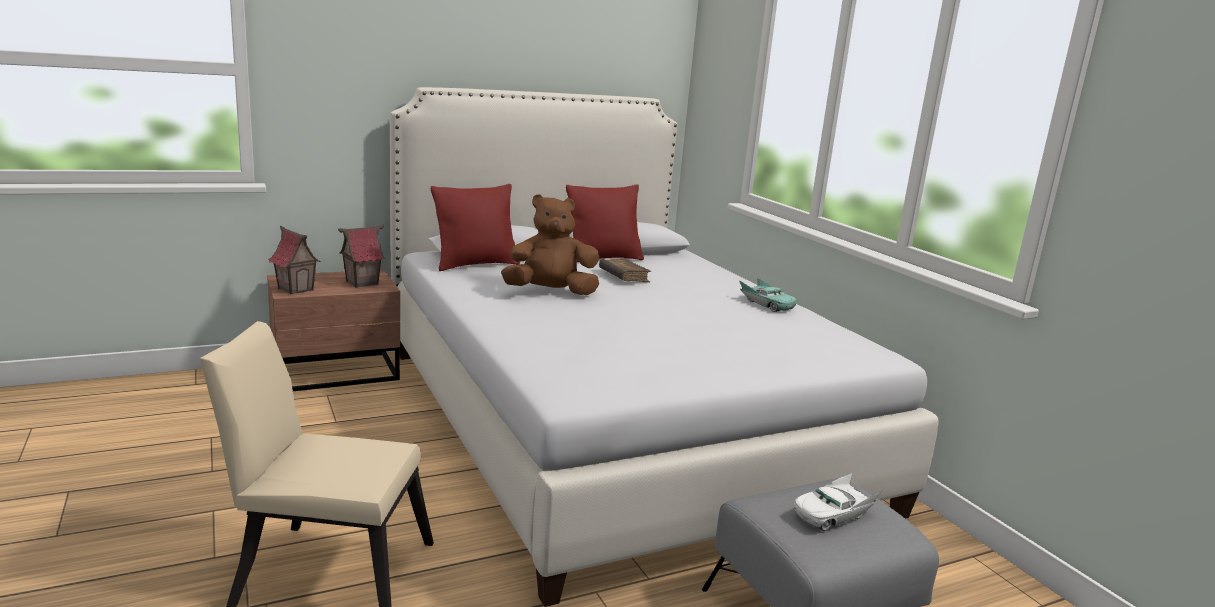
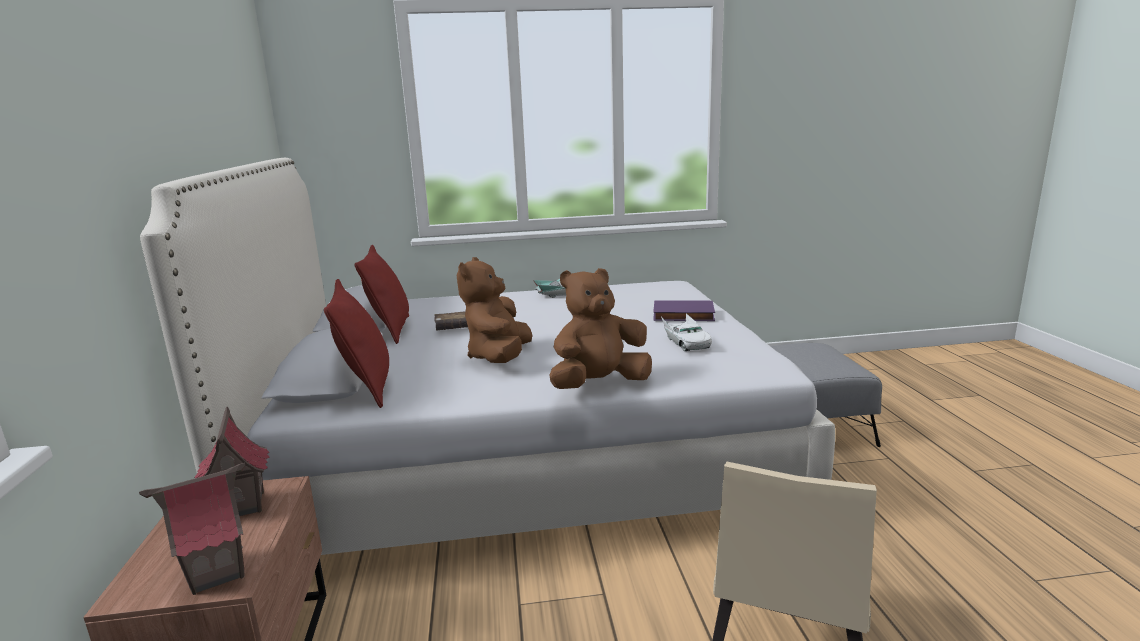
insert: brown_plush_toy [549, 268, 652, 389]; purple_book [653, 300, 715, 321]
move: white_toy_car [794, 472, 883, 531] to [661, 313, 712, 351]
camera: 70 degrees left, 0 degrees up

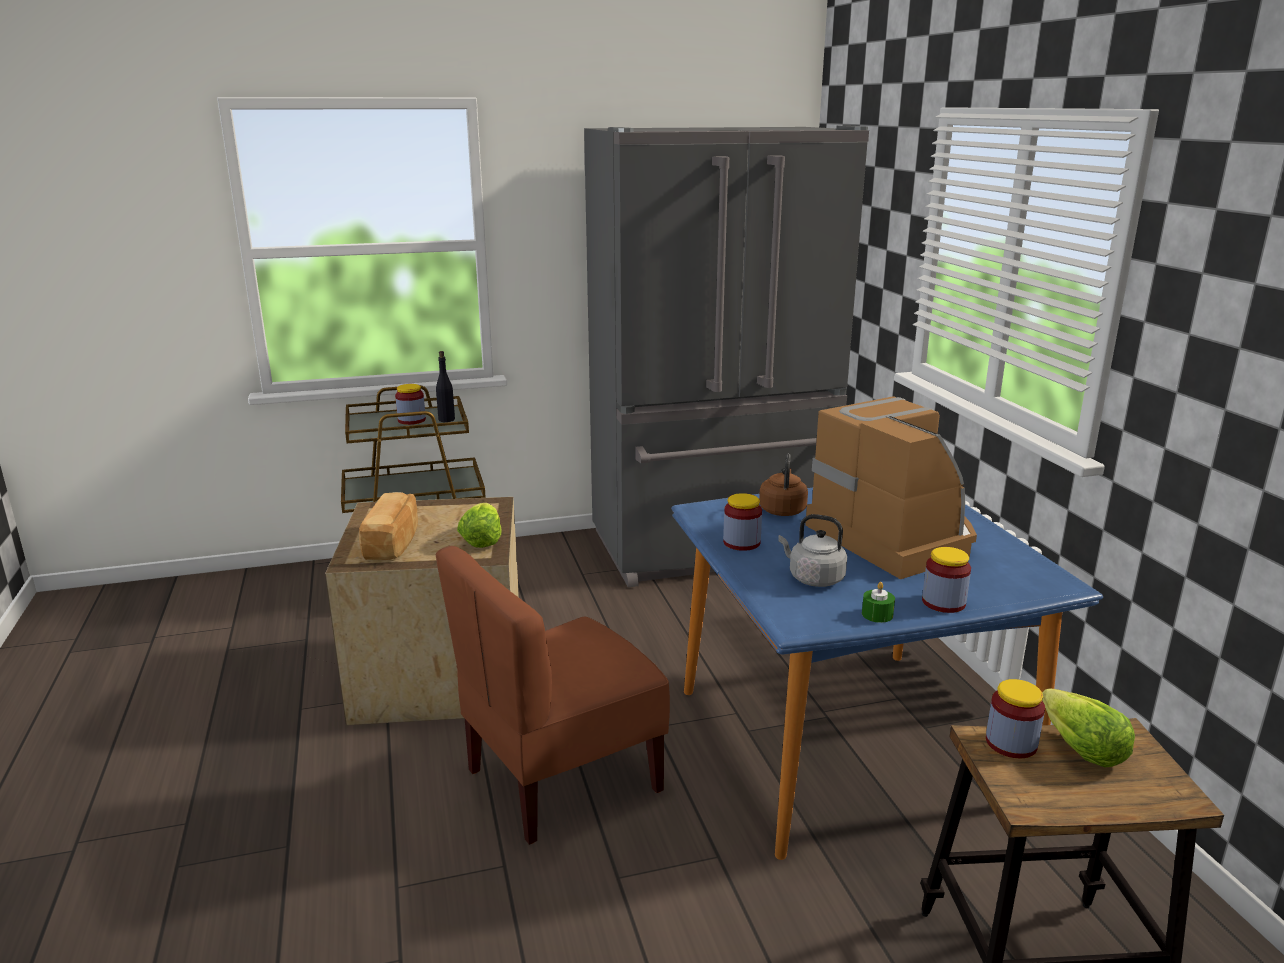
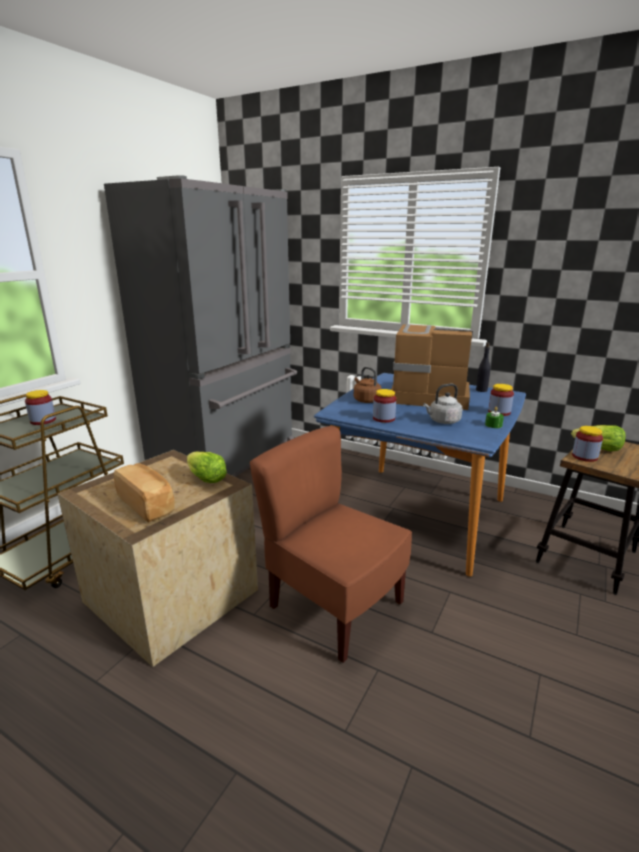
move: black_bottle [436, 351, 455, 422] to [476, 342, 490, 392]
rotate: brown_chair [436, 546, 670, 845] = [250, 426, 412, 663] 120 degrees clockwise
camera: 45 degrees left, 0 degrees up

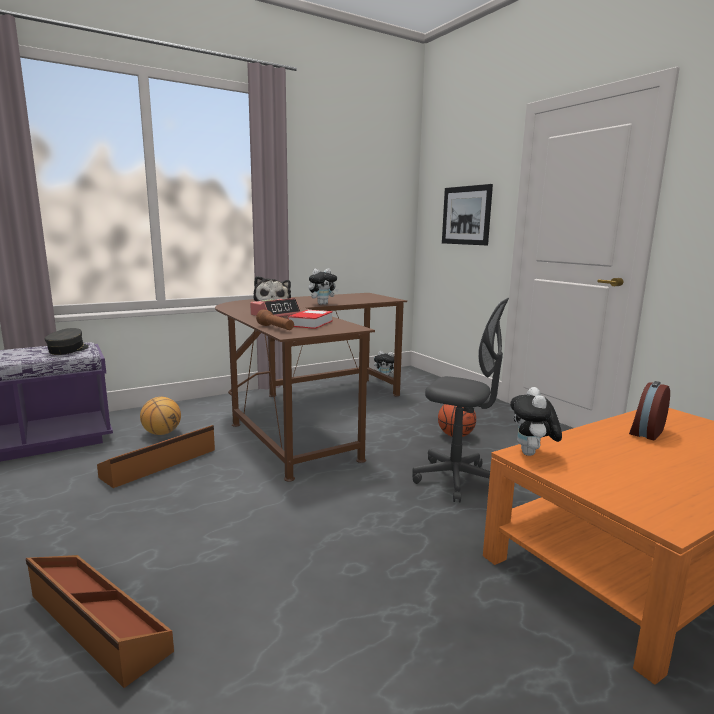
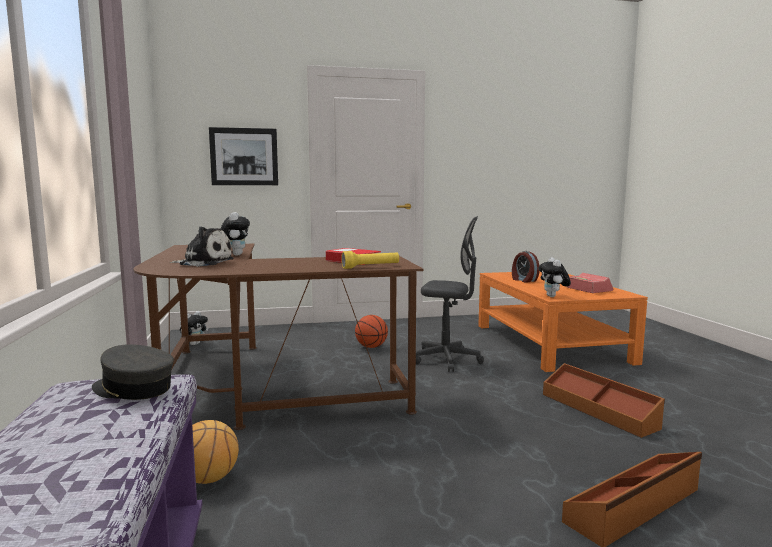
move: brown_storage_box [97, 425, 215, 488] to [543, 363, 665, 438]; alarm_clock [250, 298, 301, 317] to [567, 273, 613, 293]
recolor: brown_flashlight [256, 309, 294, 330] to yellow_flashlight [341, 251, 399, 269]
rotate: grey_office_chair [412, 298, 509, 503] = [416, 216, 484, 372] 60 degrees clockwise; plush_toy [510, 387, 562, 456] = [539, 257, 571, 297] 60 degrees clockwise
camera: 70 degrees left, 5 degrees down

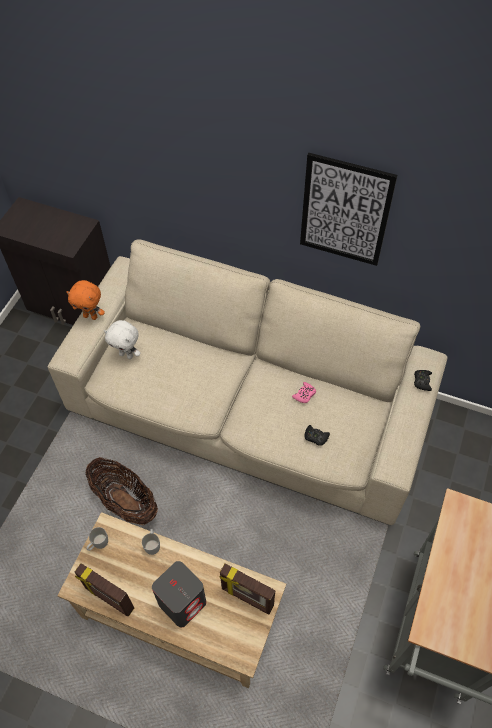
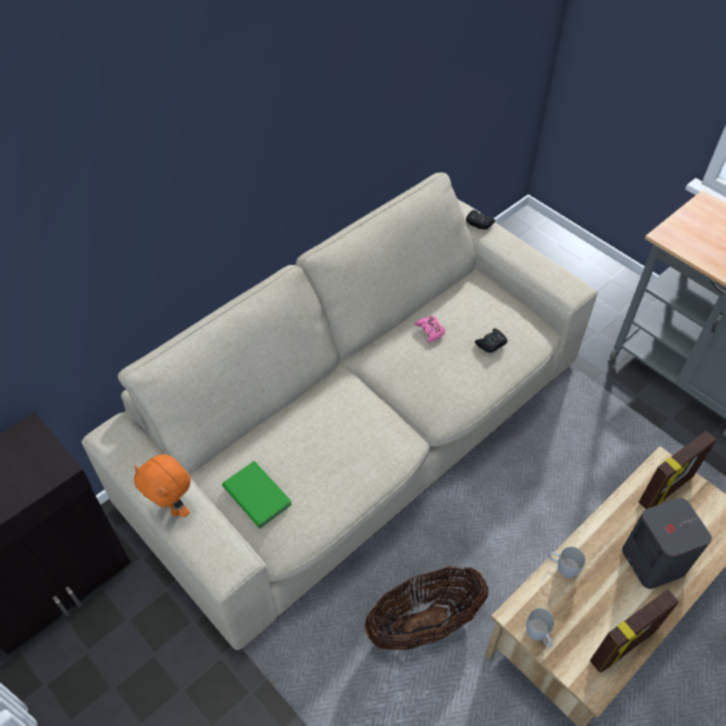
delete: picture [300, 153, 398, 266]
replace: white_plush_toy [104, 320, 141, 359] to green_book [222, 461, 292, 528]
rotate: orange_plush_toy [66, 280, 105, 320] = [134, 454, 191, 517] 90 degrees clockwise
camera: 65 degrees left, 5 degrees down

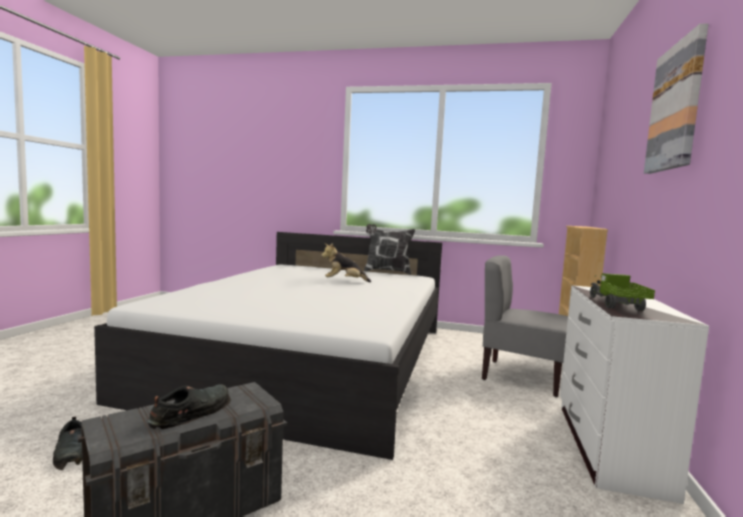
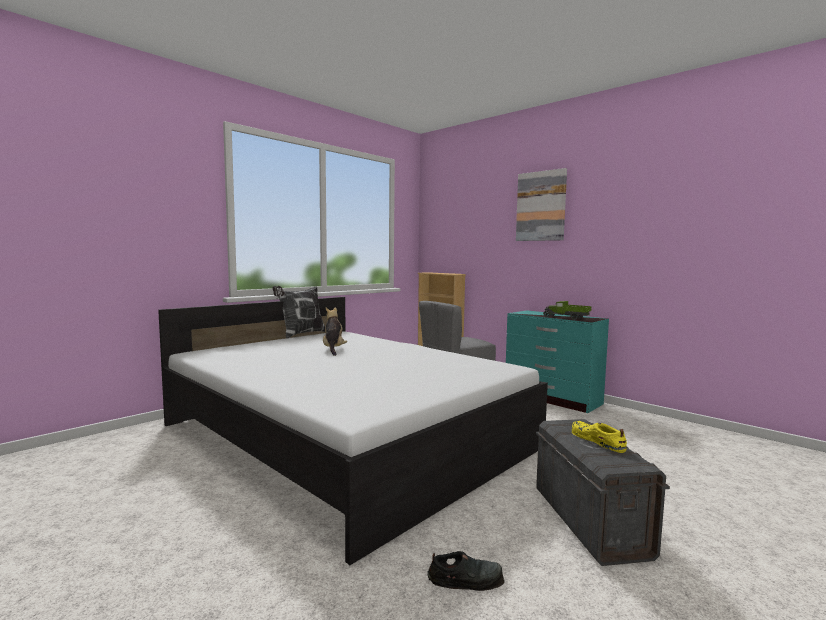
recolor: white_dresser [560, 285, 709, 504] to turquoise_dresser [506, 310, 609, 413]; black_shoe [148, 384, 231, 429] to yellow_shoe [572, 421, 627, 453]
rotate: plush_toy [321, 243, 371, 282] = [323, 308, 347, 356] 150 degrees clockwise
camera: 60 degrees left, 0 degrees up

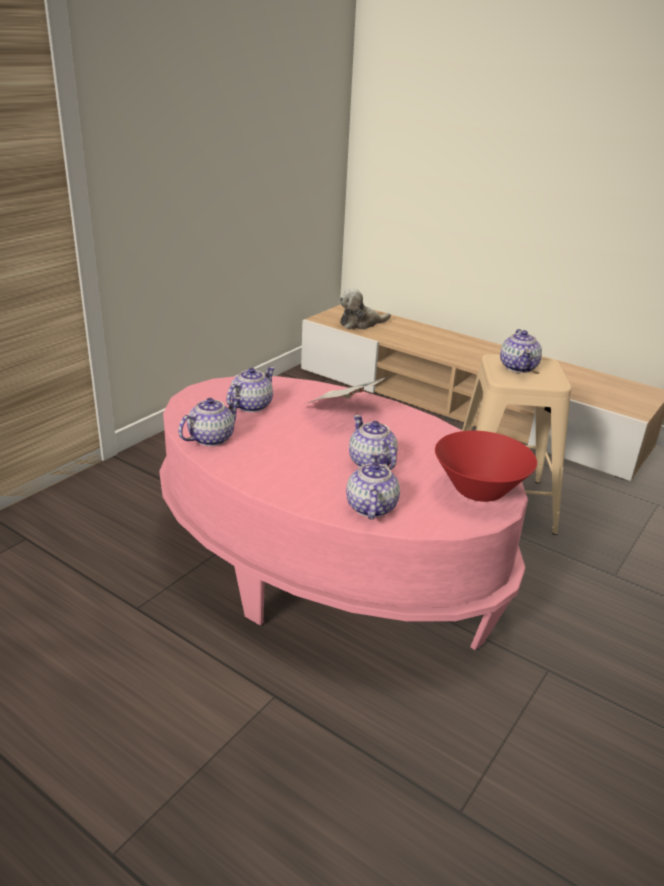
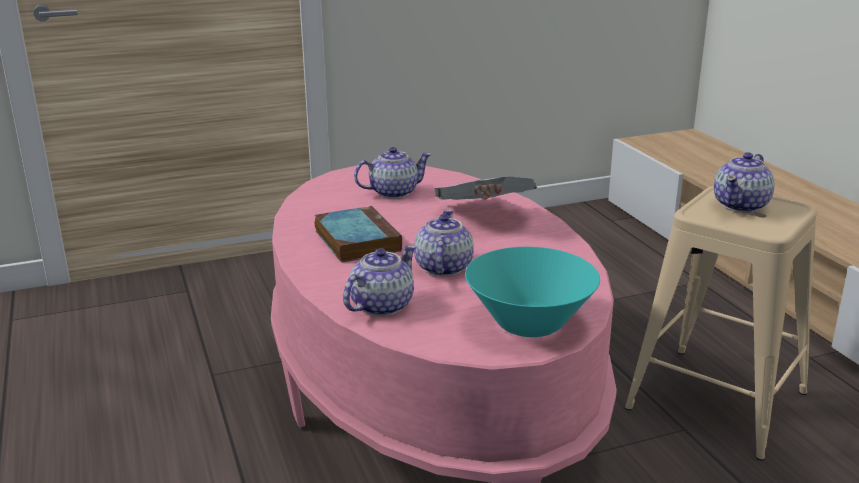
delete: teapot [178, 397, 241, 446]; plush_toy [339, 288, 391, 330]
insert: book [315, 206, 402, 263]
recolor: red_bowl [435, 431, 537, 502] to turquoise_bowl [465, 247, 600, 337]
camera: 35 degrees right, 5 degrees down

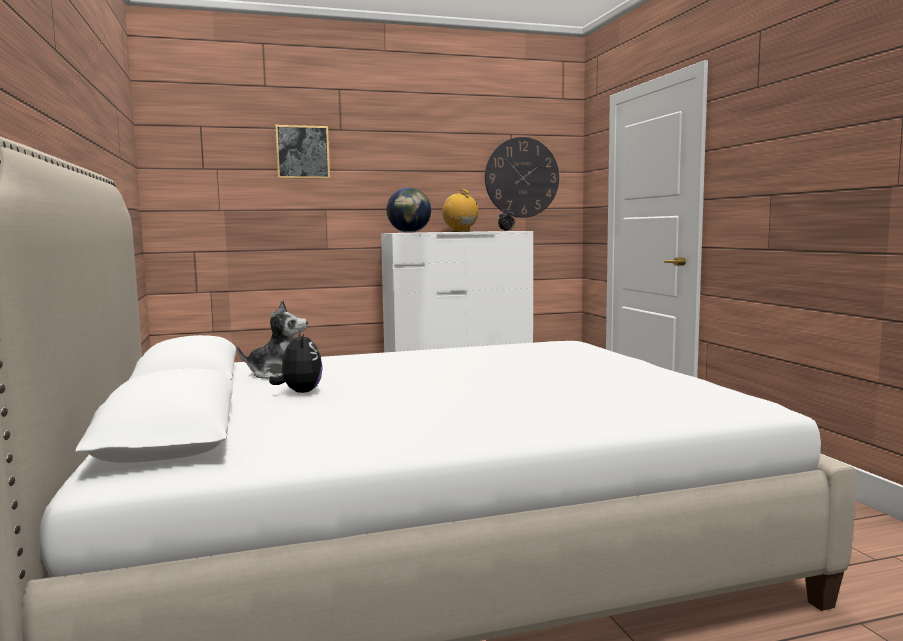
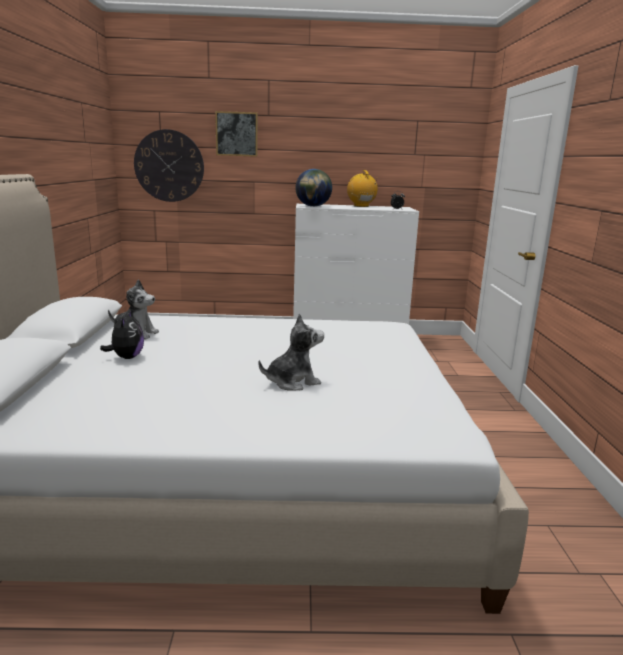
insert: plush_toy [258, 314, 324, 391]
move: wall_clock [485, 137, 559, 218] to [134, 129, 204, 202]
camera: 15 degrees right, 10 degrees up

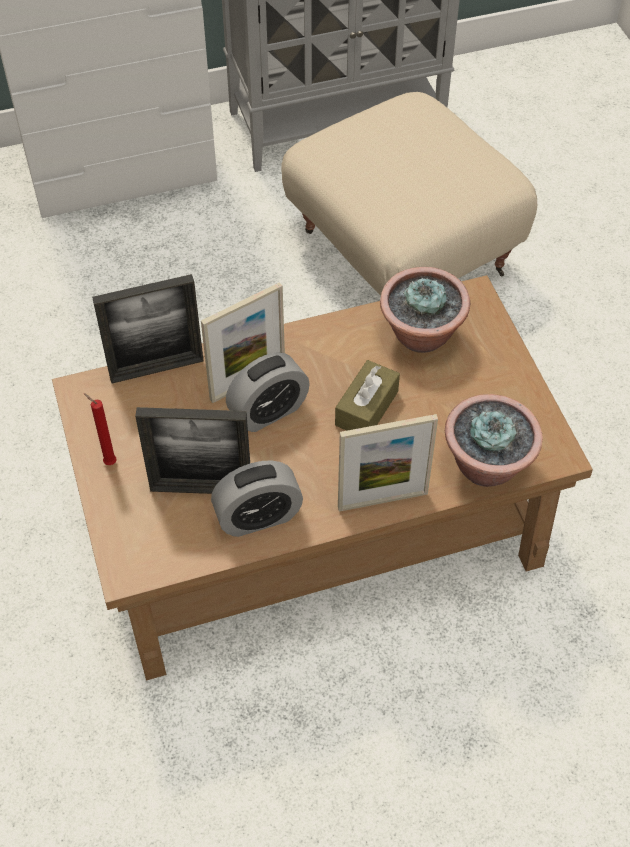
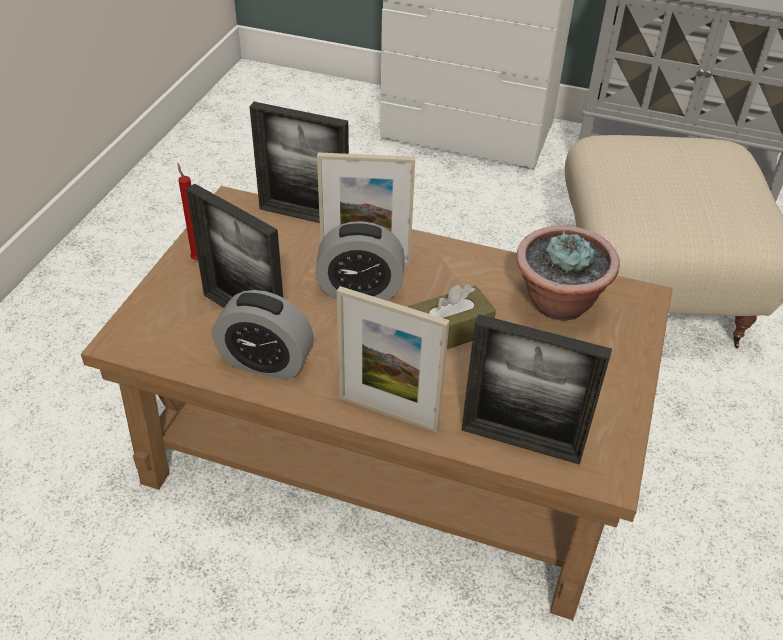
replace: potted_plant [445, 394, 543, 487] to picture_frame [461, 314, 612, 465]
camera: 35 degrees right, 10 degrees down

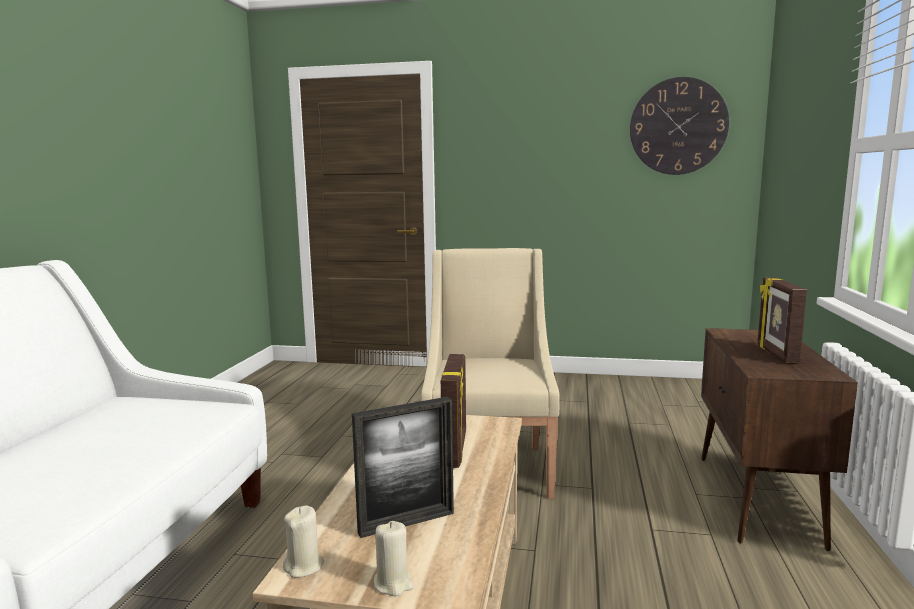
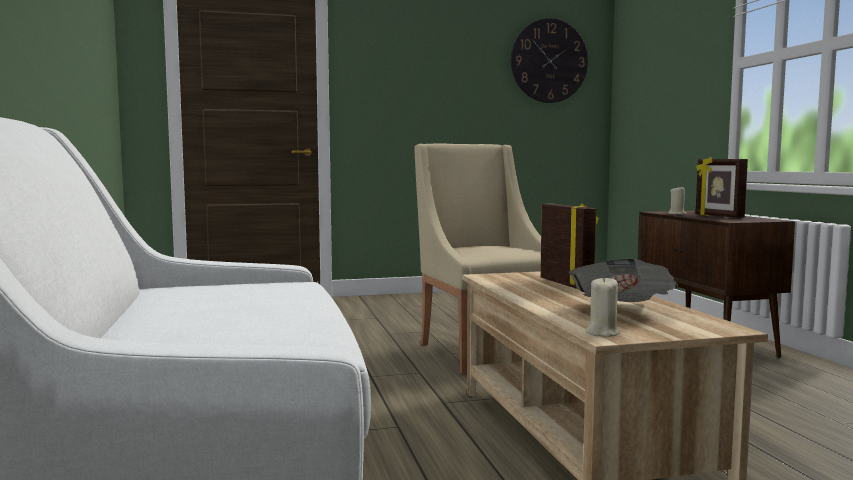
move: beige_candle [374, 521, 414, 596] to [668, 187, 687, 215]
replace: picture_frame [352, 397, 454, 538] to newspaper [569, 258, 678, 302]
camera: 25 degrees left, 5 degrees down

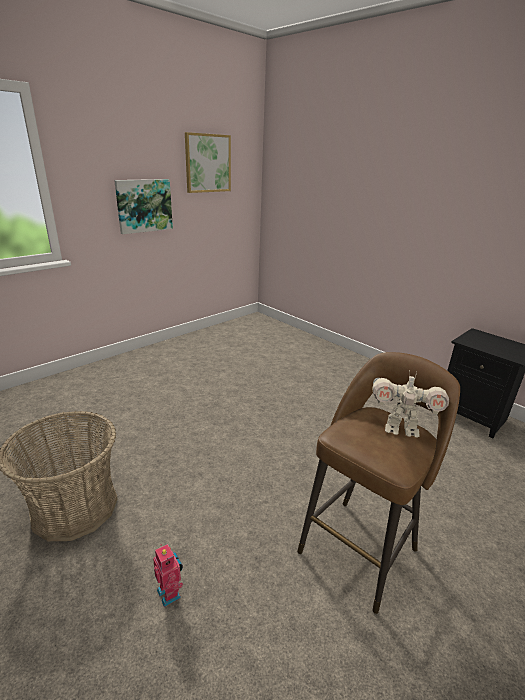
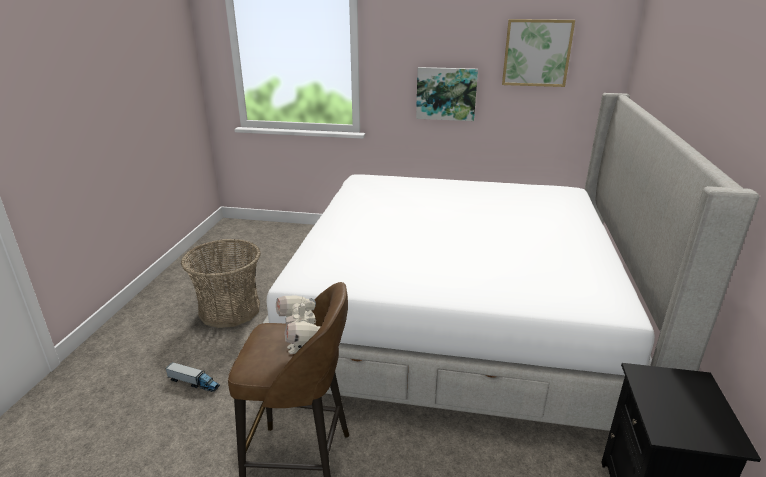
insert: bed [263, 93, 759, 431]
replace: toy_robot [153, 544, 183, 607] to toy_truck [165, 362, 220, 392]
camera: 55 degrees right, 0 degrees up

